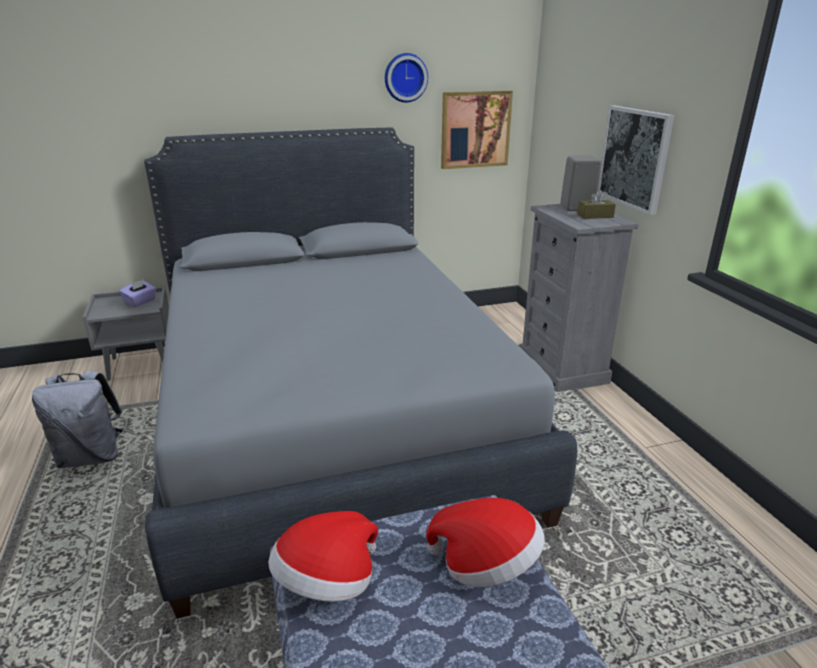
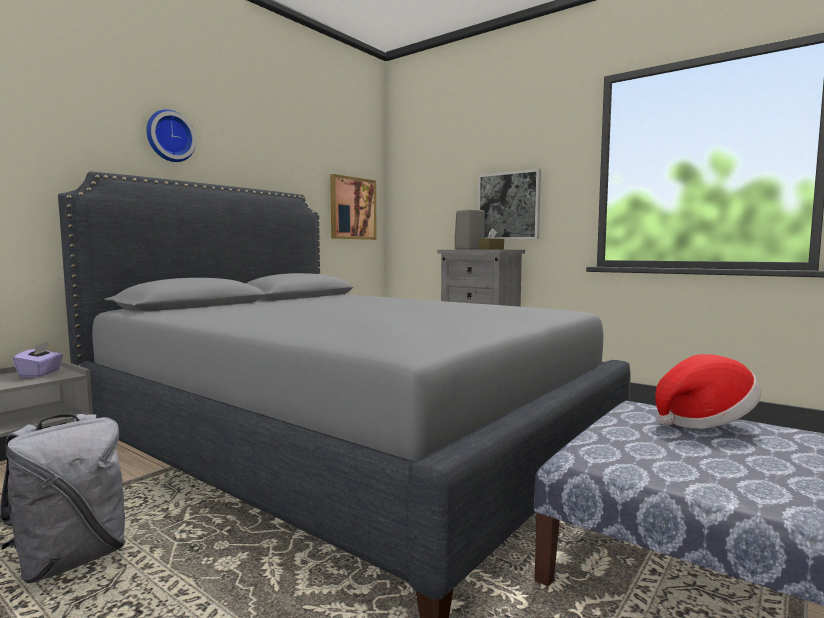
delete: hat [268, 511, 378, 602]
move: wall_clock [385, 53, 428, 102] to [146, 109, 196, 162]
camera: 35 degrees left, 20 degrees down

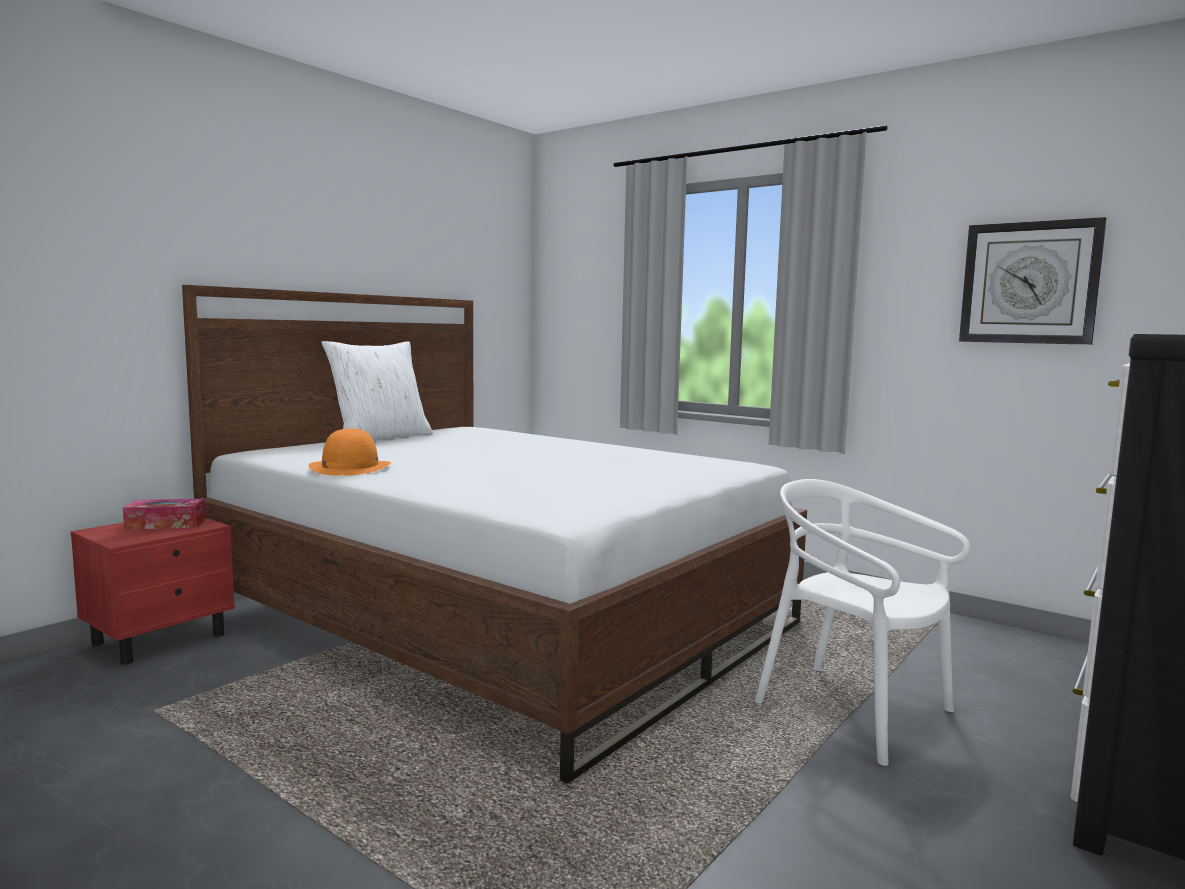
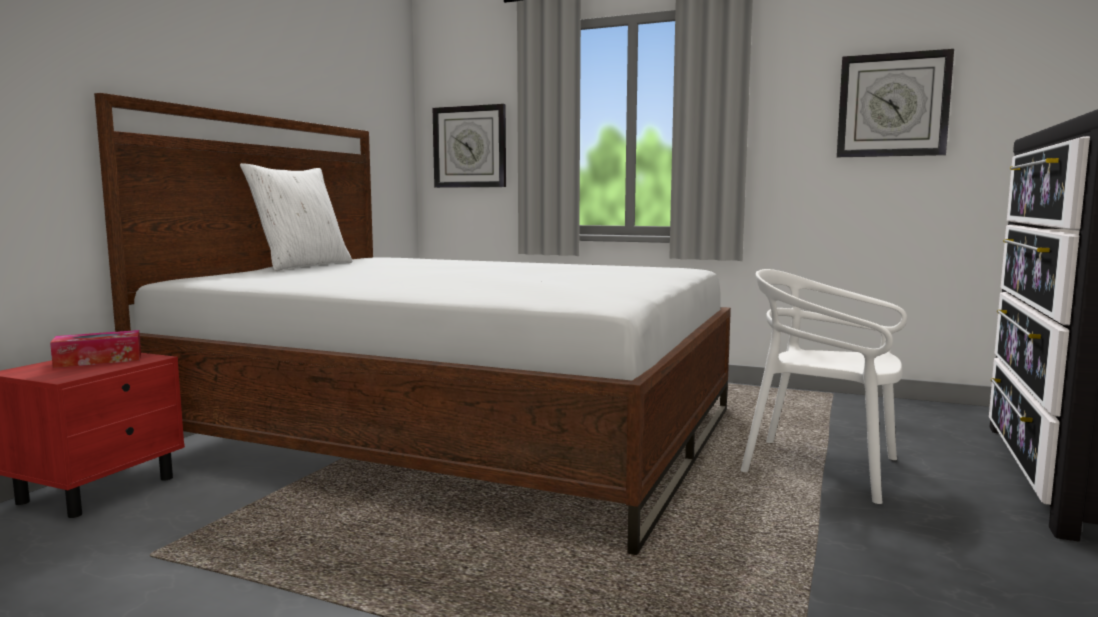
delete: orange_hat [309, 428, 391, 476]
insert: wall_clock [433, 104, 506, 188]
camera: 15 degrees left, 0 degrees up

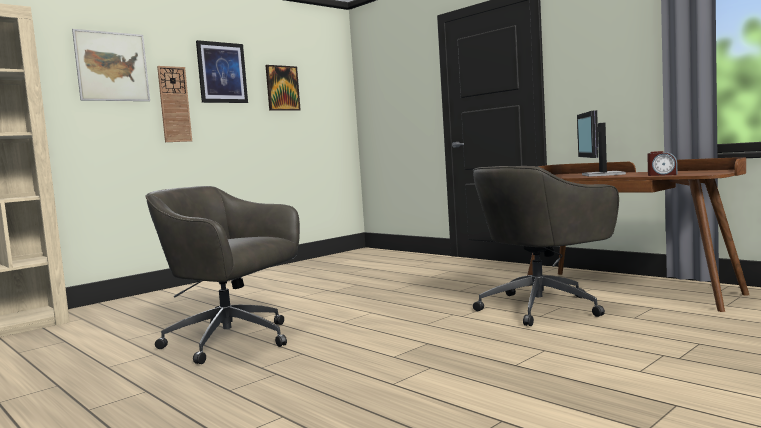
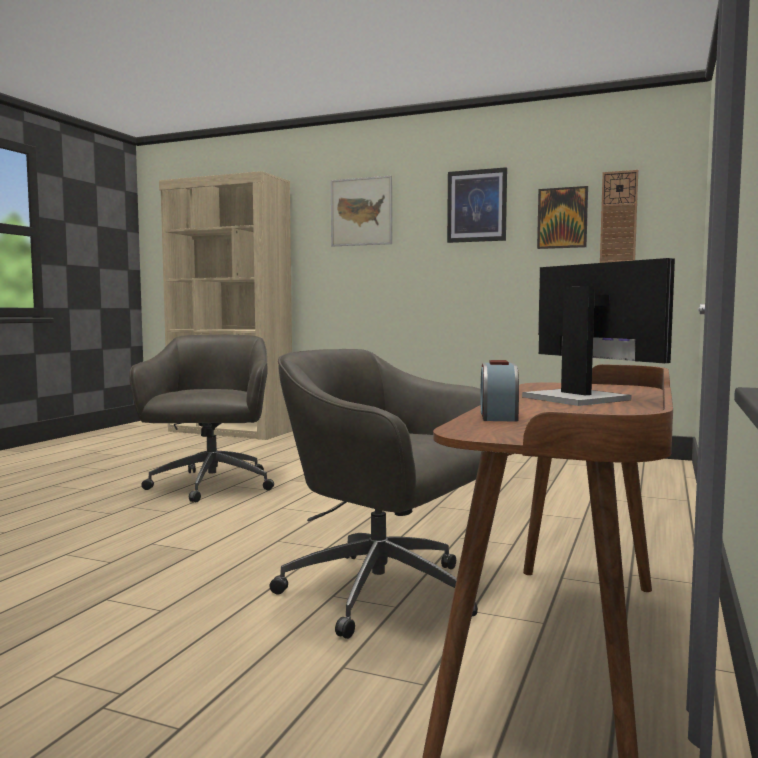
move: wall_clock [157, 66, 192, 142] to [600, 170, 638, 263]
rotate: monitor [577, 110, 626, 177] = [522, 258, 675, 406] 75 degrees clockwise
camera: 65 degrees right, 0 degrees up

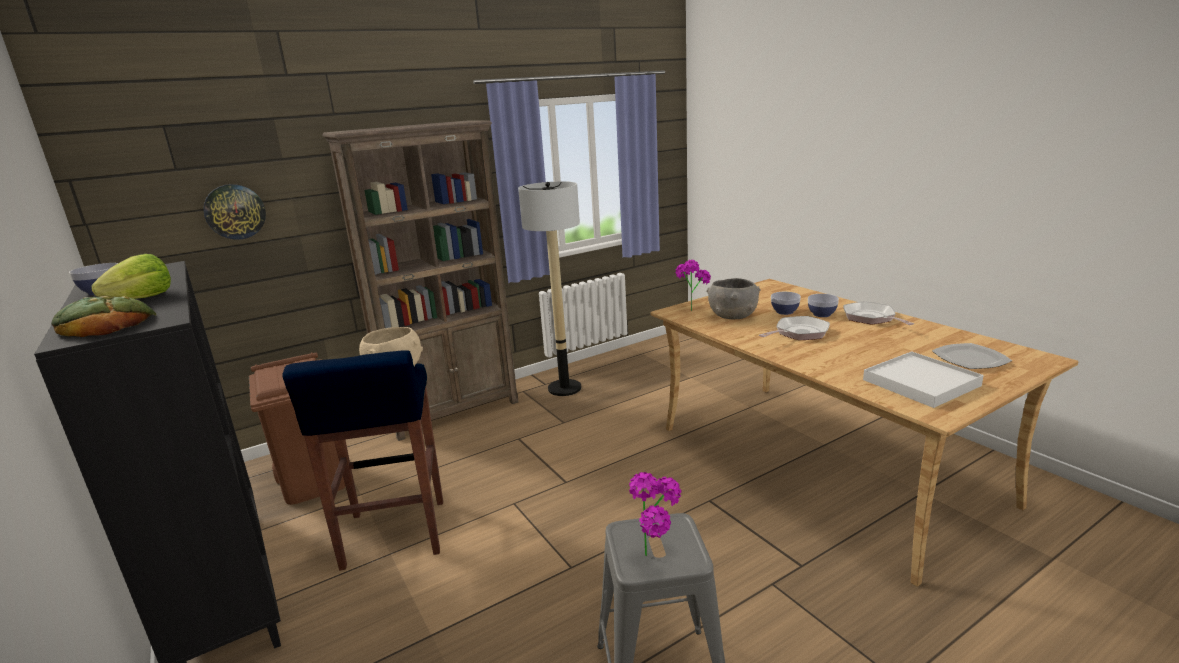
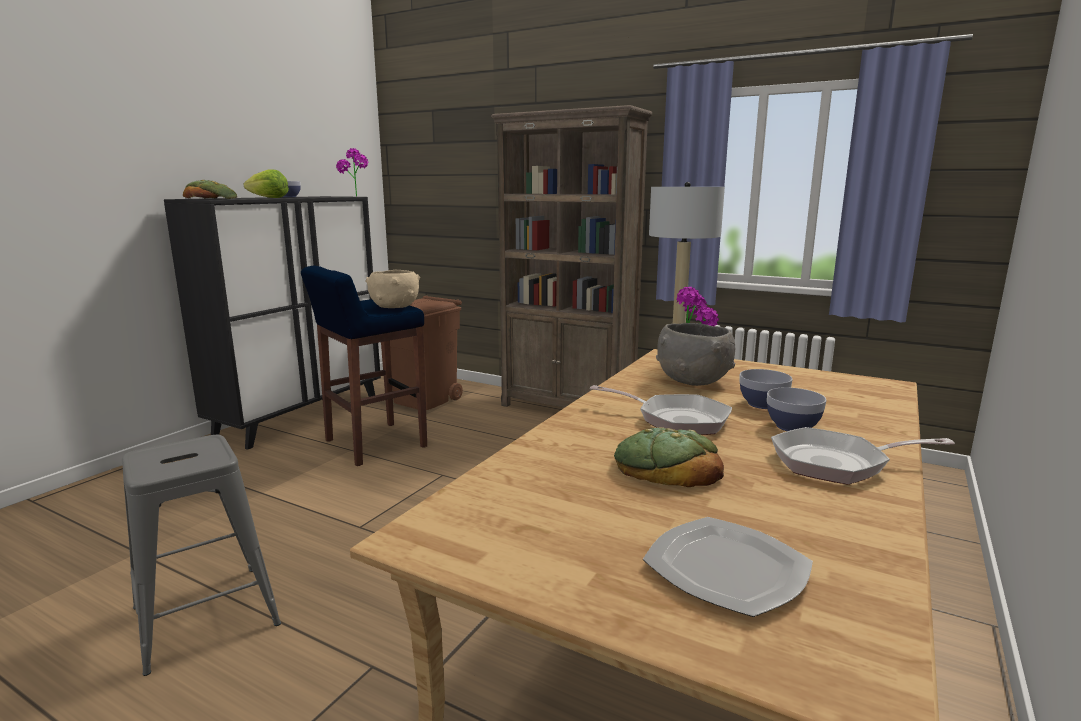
delete: wall_clock [203, 184, 266, 240]; white_tray [863, 351, 984, 408]
insert: bread [614, 428, 724, 487]
move: potted_plant [629, 472, 681, 556] to [336, 148, 368, 196]
rotate: frying_pan [843, 301, 914, 325] = [771, 427, 955, 485] 135 degrees counterclockwise
camera: 60 degrees right, 5 degrees down

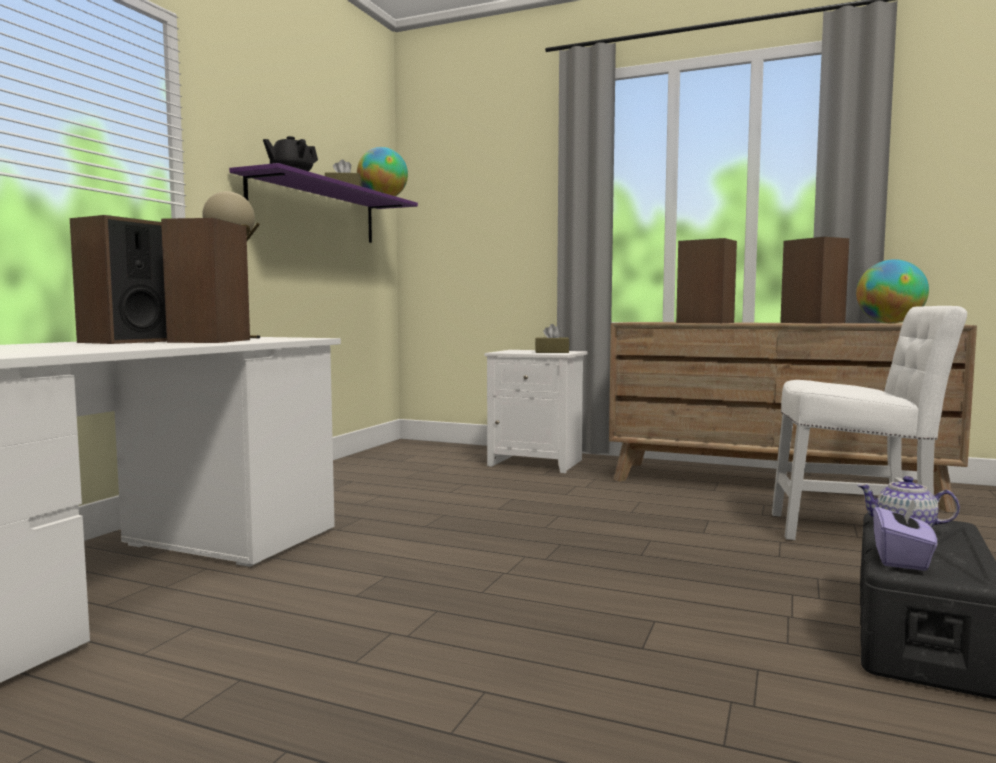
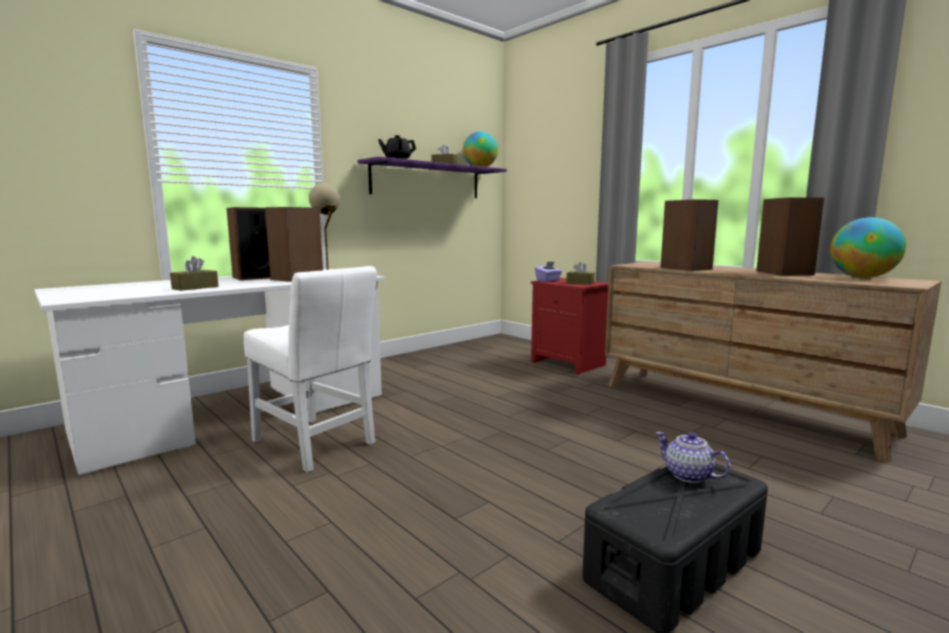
insert: brown_tissue_box [170, 256, 218, 291]
move: white_chair [772, 306, 967, 540] to [243, 266, 377, 472]; purple_tissue_box [873, 498, 937, 571] to [535, 261, 562, 282]
recolor: white_nightstand [484, 350, 588, 473] to red_nightstand [531, 278, 608, 375]
camera: 25 degrees right, 5 degrees up

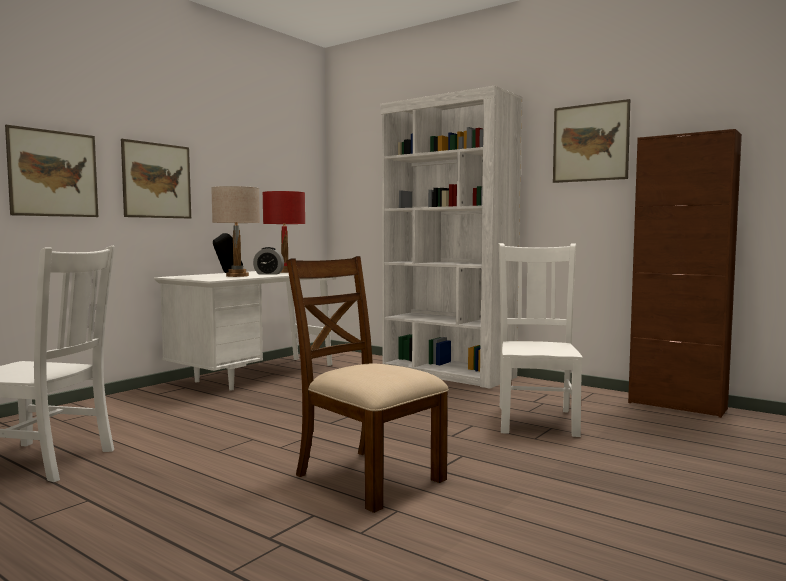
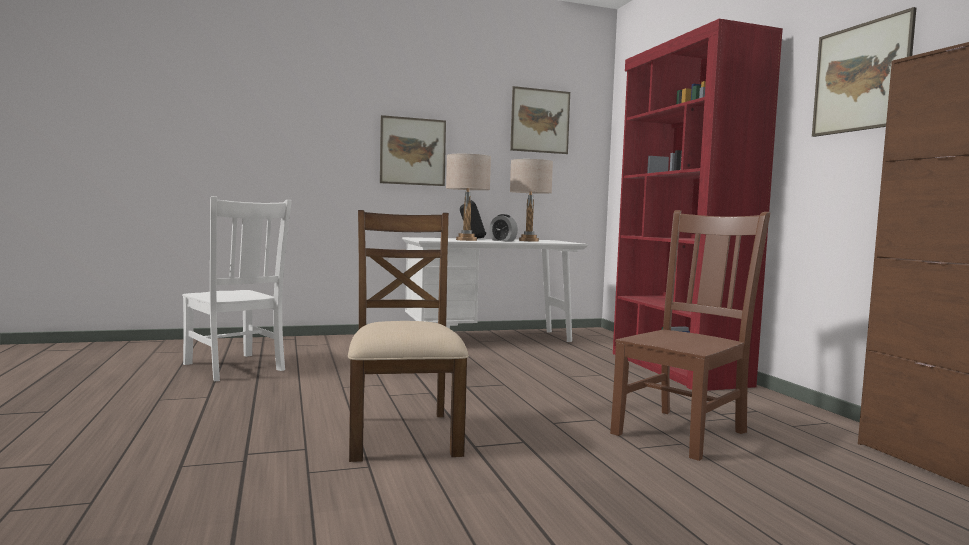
move: picture [5, 125, 98, 217] to [510, 86, 570, 154]
recolor: red_table_lamp [262, 191, 305, 273] to beige_table_lamp [510, 159, 553, 242]; white_chair [499, 243, 583, 437] to brown_chair [610, 210, 771, 461]; white_bookcase [381, 86, 523, 389] to red_bookcase [613, 19, 783, 391]
camera: 35 degrees right, 0 degrees up

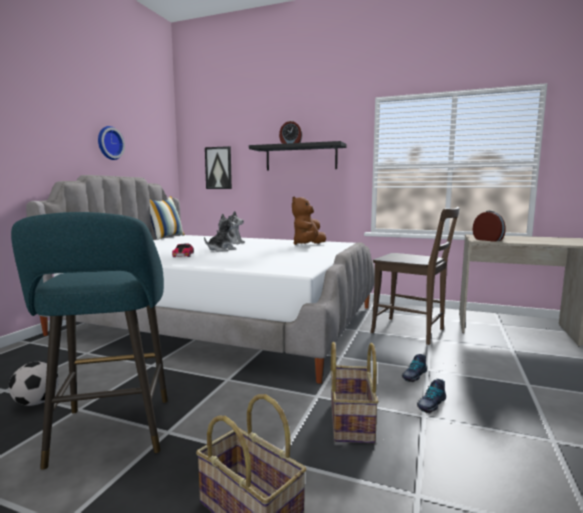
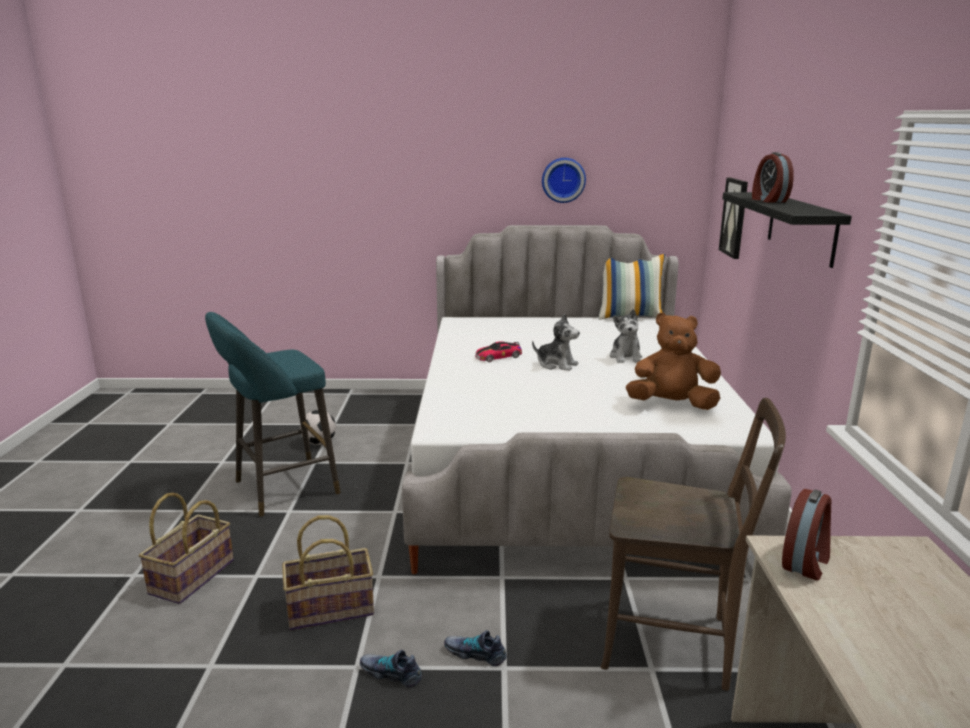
rotate: brown_chair [370, 207, 460, 345] = [601, 398, 786, 691] 90 degrees counterclockwise
camera: 70 degrees right, 10 degrees up

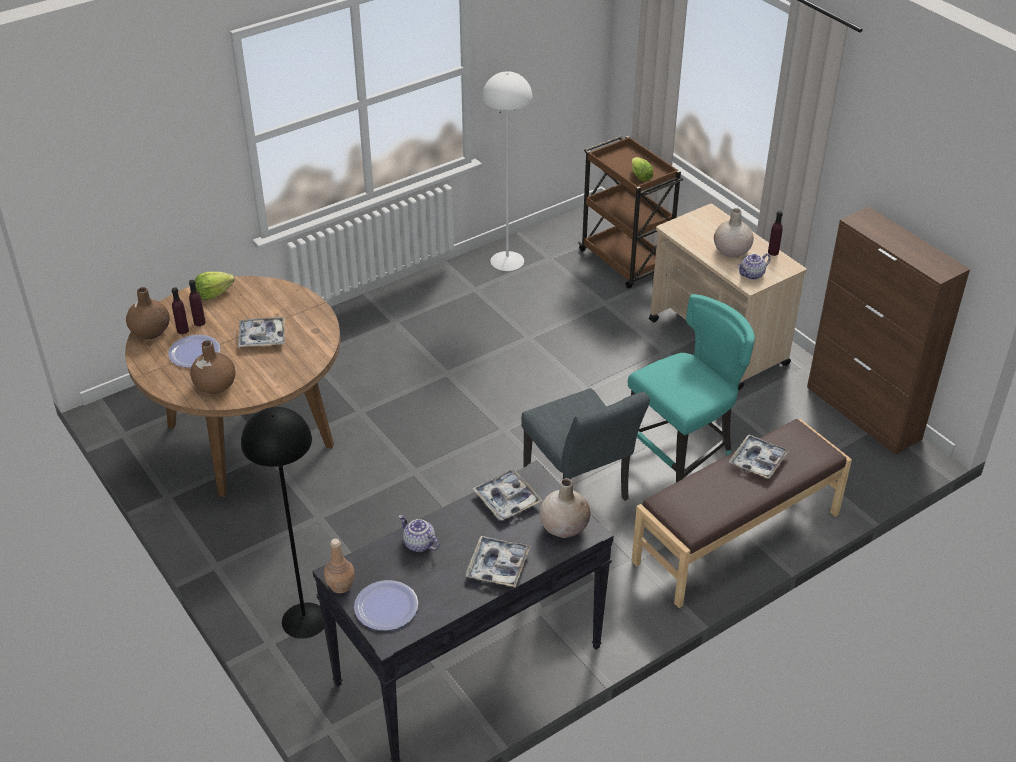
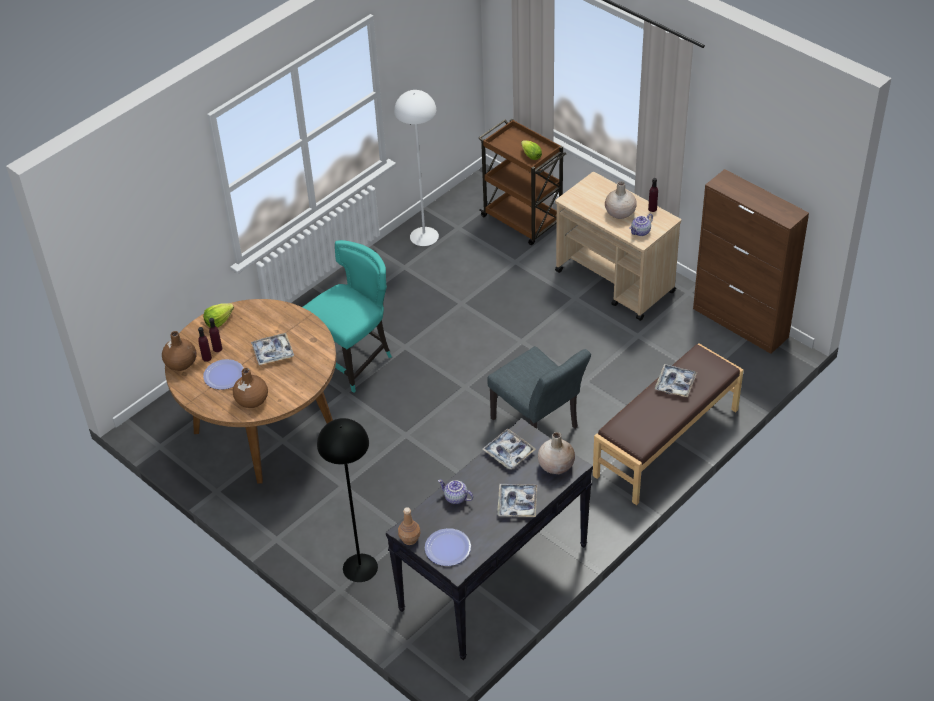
move: turquoise_chair [628, 294, 755, 482] to [303, 240, 392, 393]
camera: 10 degrees left, 5 degrees up

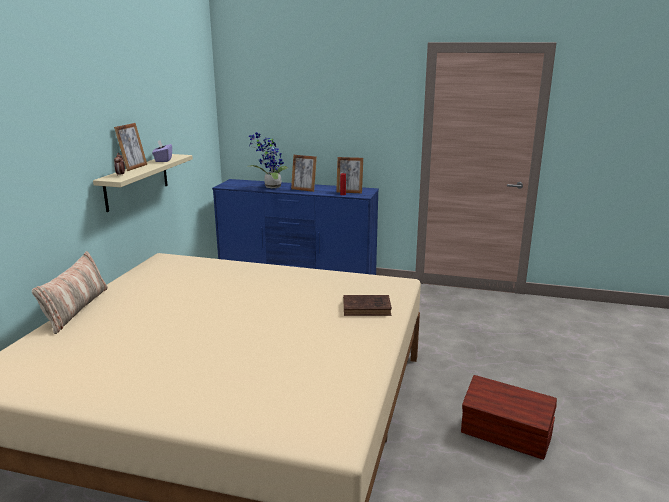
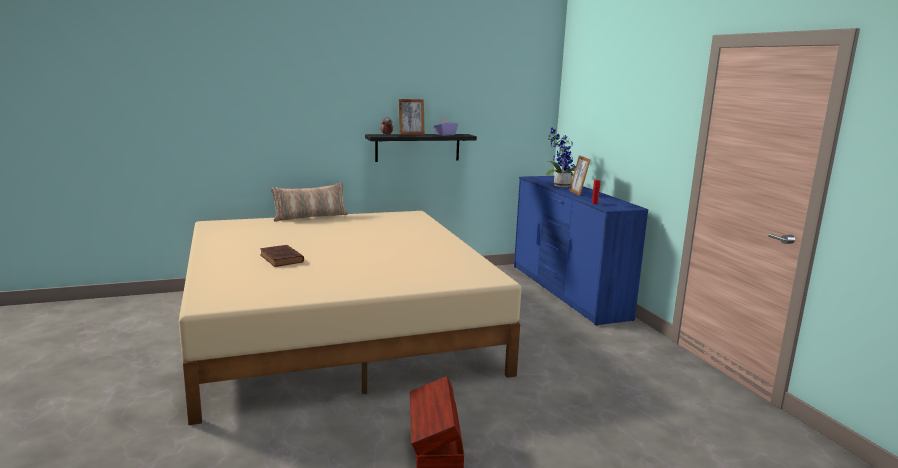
delete: picture_frame [336, 157, 363, 193]
move: brown_book [343, 295, 392, 316] to [260, 245, 304, 267]
recolor: beige_shelf [93, 154, 193, 212] to black_shelf [365, 134, 477, 162]
camera: 55 degrees right, 5 degrees down

